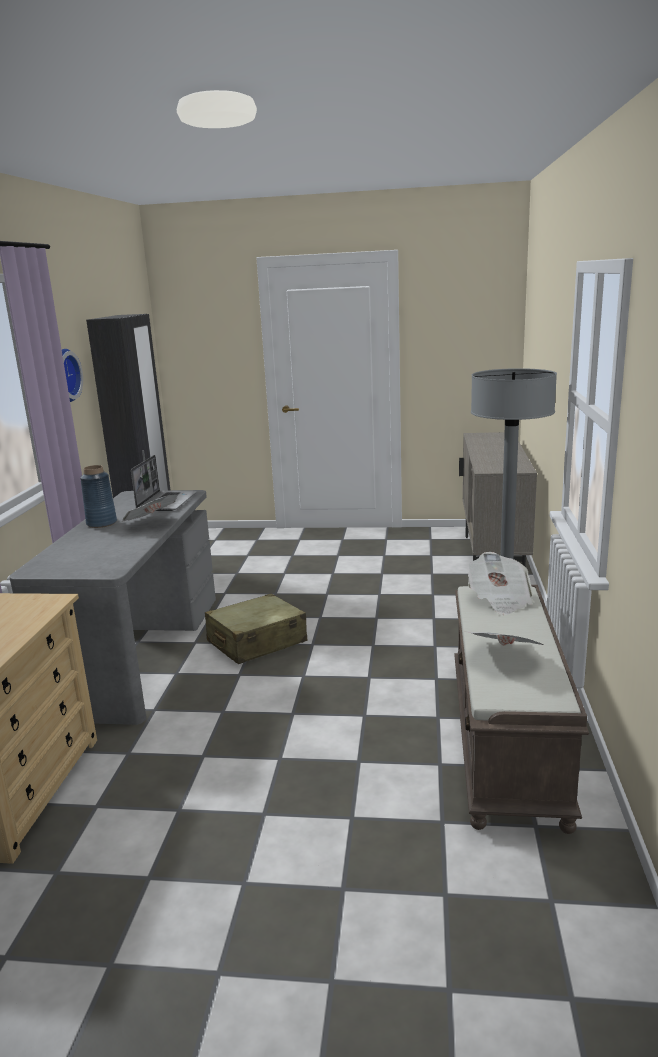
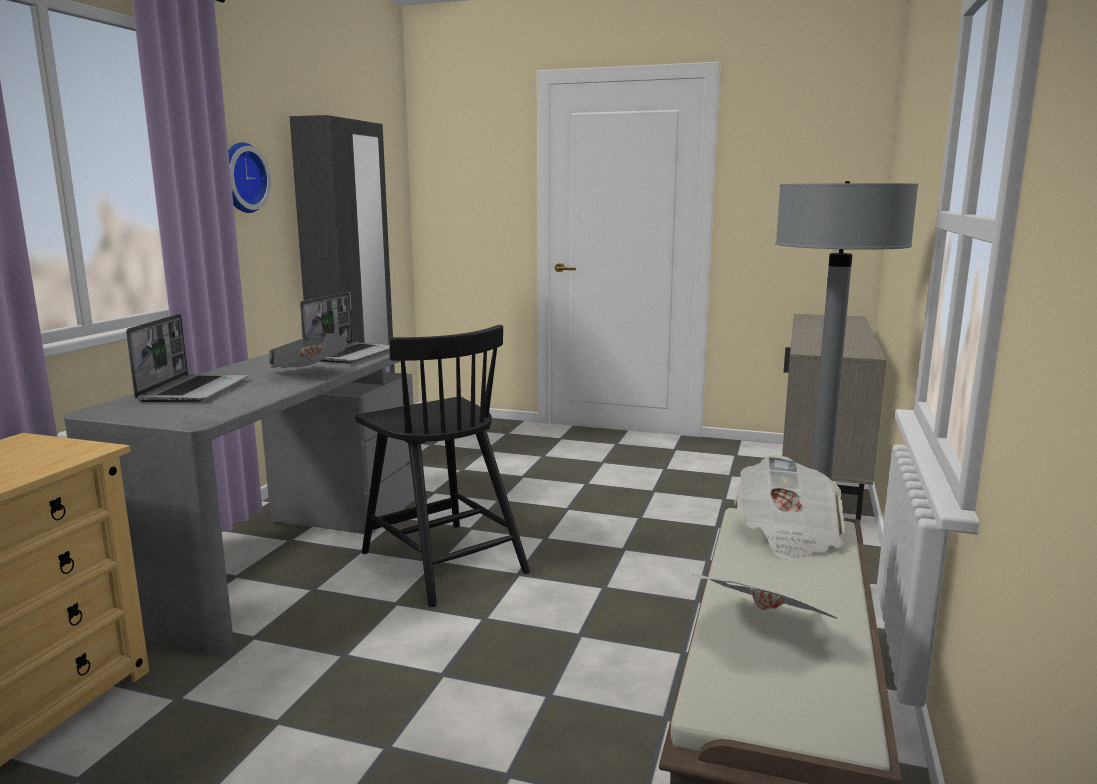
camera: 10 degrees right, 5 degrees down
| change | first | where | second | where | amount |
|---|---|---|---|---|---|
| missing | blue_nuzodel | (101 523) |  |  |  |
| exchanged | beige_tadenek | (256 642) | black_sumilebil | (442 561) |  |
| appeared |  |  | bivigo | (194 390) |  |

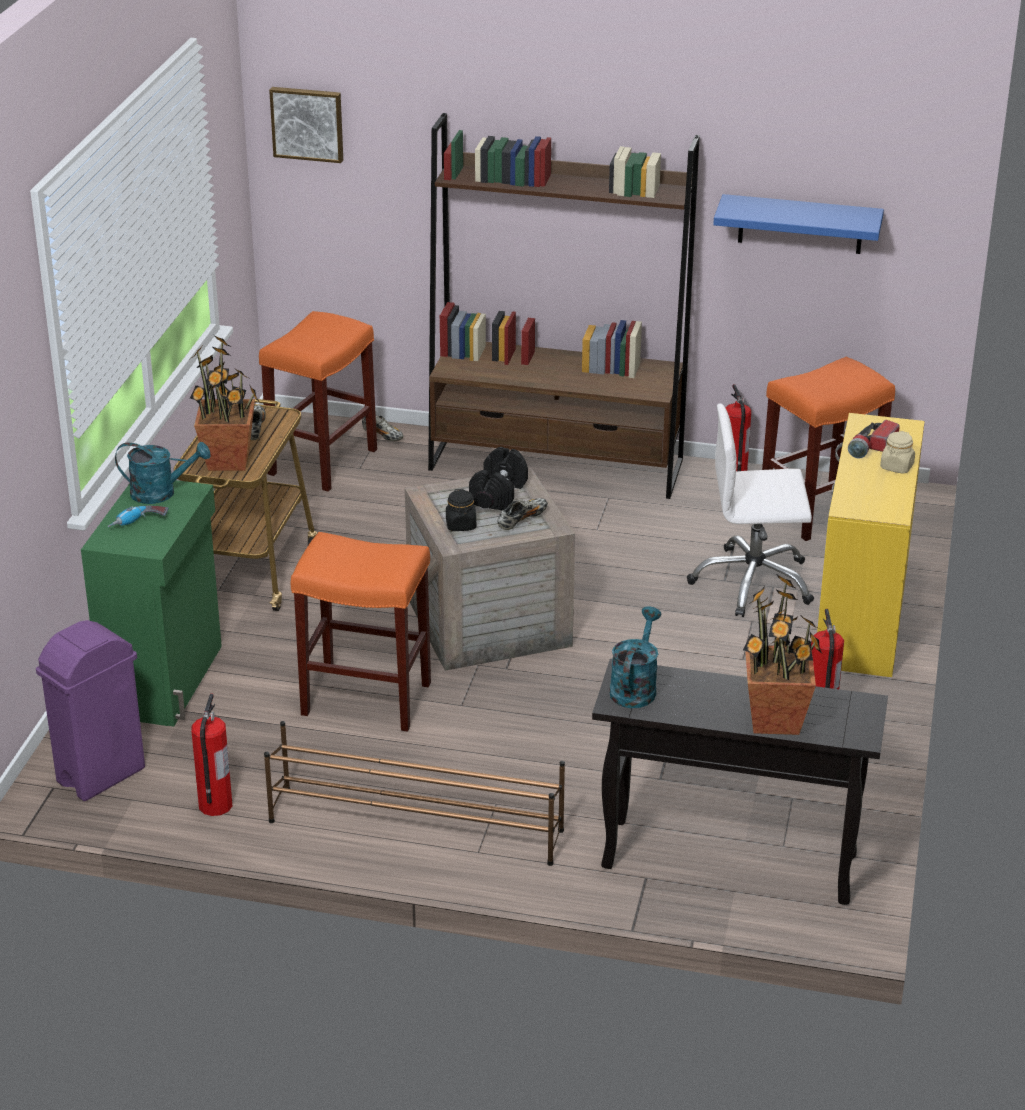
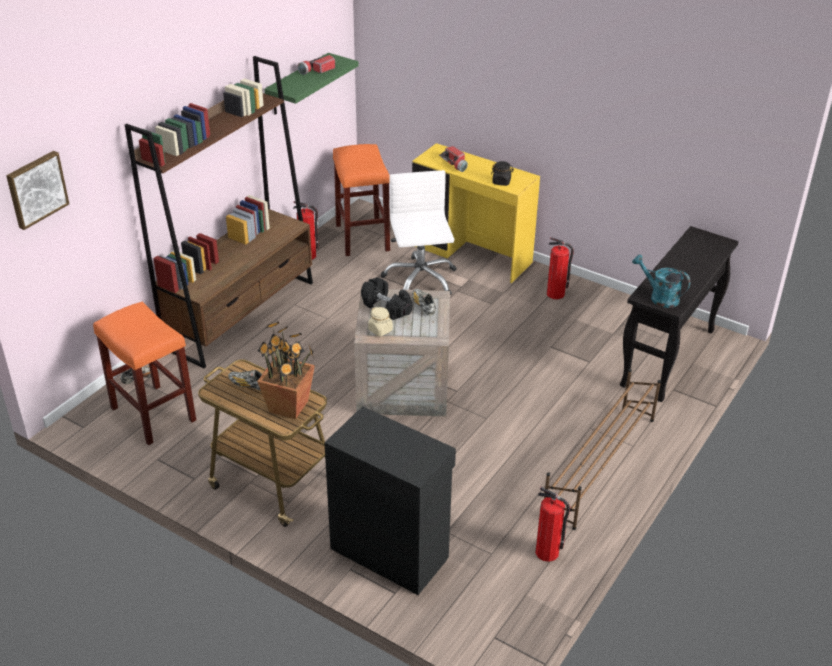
camera: 70 degrees left, 5 degrees up
| change | first | where | second | where | amount |
|---|---|---|---|---|---|
| colour | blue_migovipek | (800 224) | green_migovipek | (298 85) |  |
| spun | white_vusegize | (752 582) |  | (420 279) | 150 degrees clockwise |
| relocated | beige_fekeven | (896 467) |  | (380 330) |  |
| missing | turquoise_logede | (161 493) |  |  |  |
| colour | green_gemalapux | (166 680) | black_gemalapux | (390 551) |  |
| relocated | black_fekeven | (461 525) |  | (501 182) |  |
| missing | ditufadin | (138 523) |  |  |  |
| missing | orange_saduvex | (364 699) |  |  |  |
| missing | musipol | (775 721) |  |  |  |
| missing | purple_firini | (100 775) |  |  |  |
| appeared |  |  | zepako | (316 70) |  |

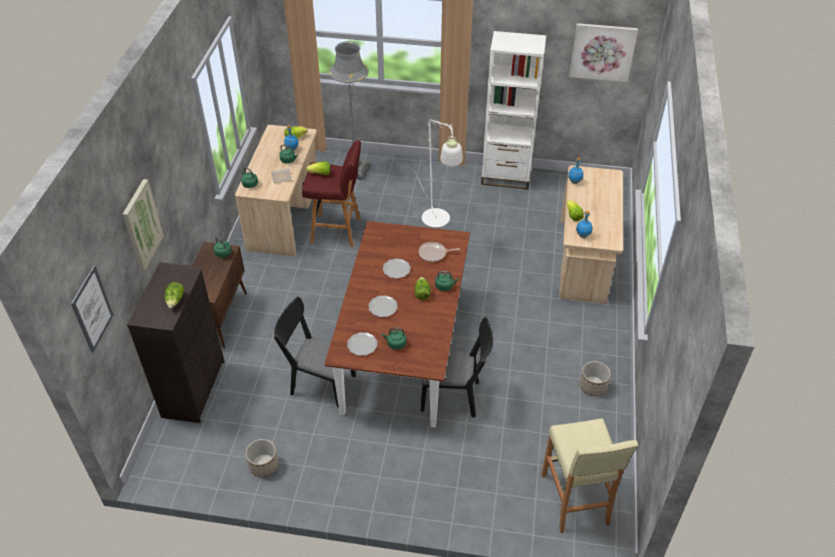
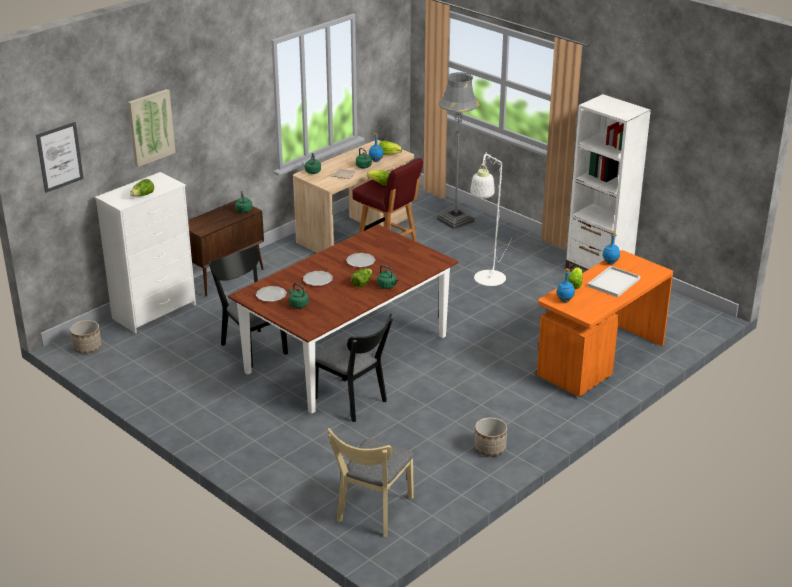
camera: 35 degrees right, 15 degrees down
| change | first | where | second | where | amount |
|---|---|---|---|---|---|
| missing | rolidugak | (602 52) |  |  |  |
| colour | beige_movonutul | (584 261) | orange_movonutul | (600 360) |  |
| missing | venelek | (434 254) |  |  |  |
| colour | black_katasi | (194 388) | white_katasi | (155 311) |  |
| exchanged | beige_saduvex | (575 500) | beige_sumilebil | (372 513) |  |
| relocated | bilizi | (264 465) |  | (87 348) |  |
| appeared |  |  | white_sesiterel | (613 283) |  |

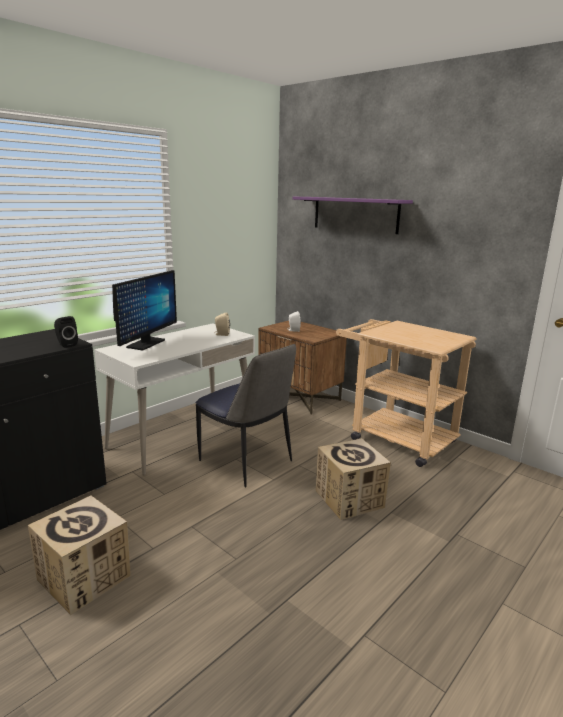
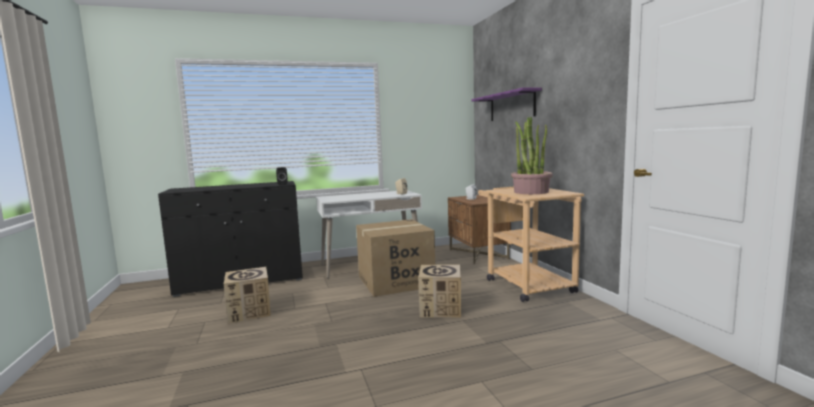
camera: 30 degrees right, 10 degrees down
| change | first | where | second | where | amount |
|---|---|---|---|---|---|
| missing | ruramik | (146 344) |  |  |  |
| exchanged | sumilebil | (247 462) | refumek | (395 281) |  |
| appeared |  |  | musipol | (531 192) |  |

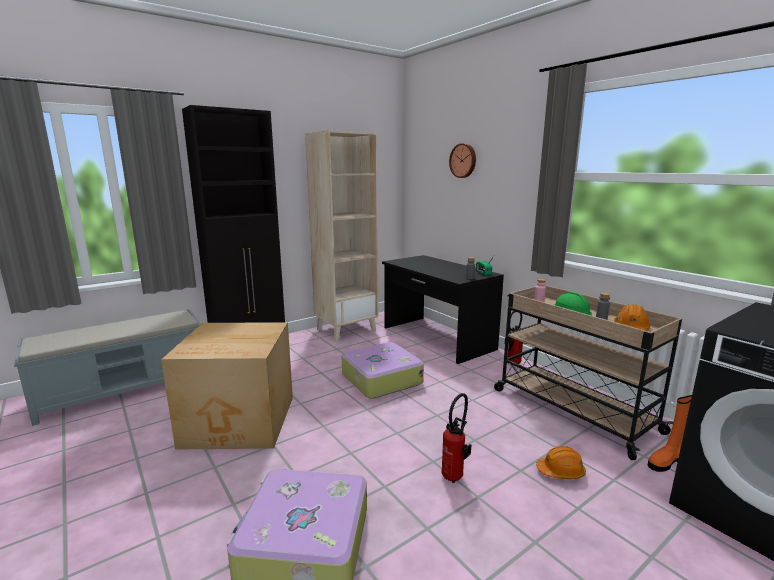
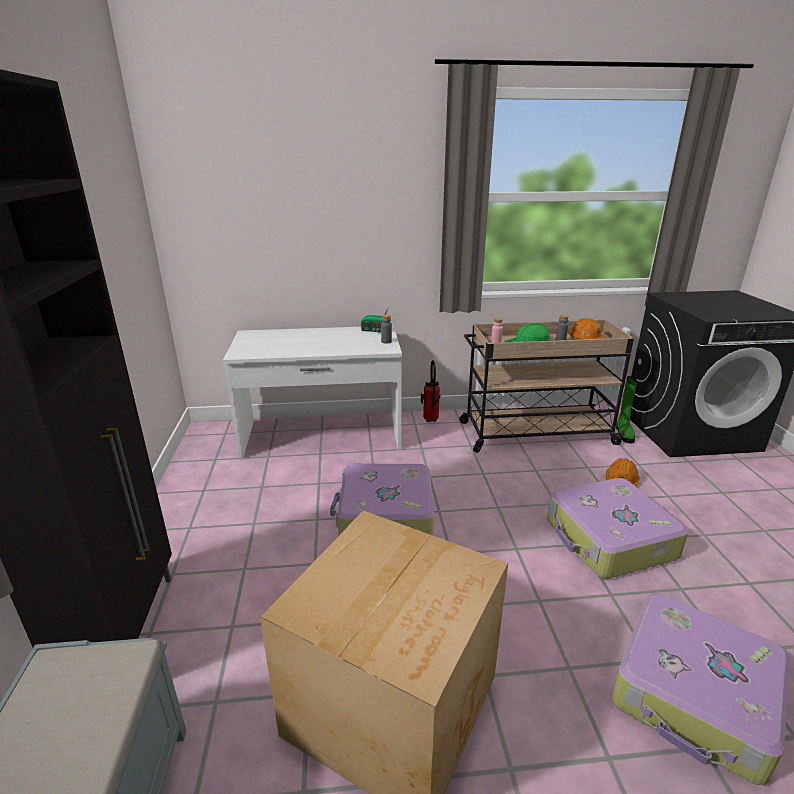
camera: 60 degrees left, 10 degrees up
| change | first | where | second | where | amount |
|---|---|---|---|---|---|
| missing | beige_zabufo | (346 330) |  |  |  |
| missing | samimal | (463 160) |  |  |  |
| colour | black_movonutul | (436 338) | white_movonutul | (322 436) |  |
| exchanged | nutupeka | (455 476) | tadenek | (609 539) |  |
| colour | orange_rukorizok | (666 462) | green_rukorizok | (623 433) |  |

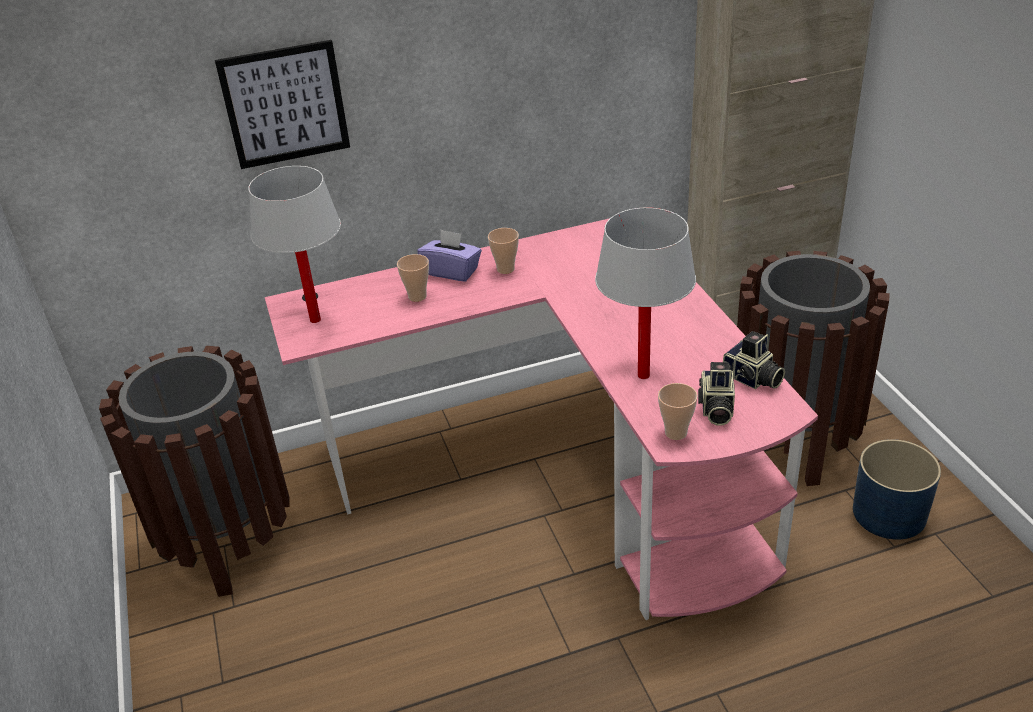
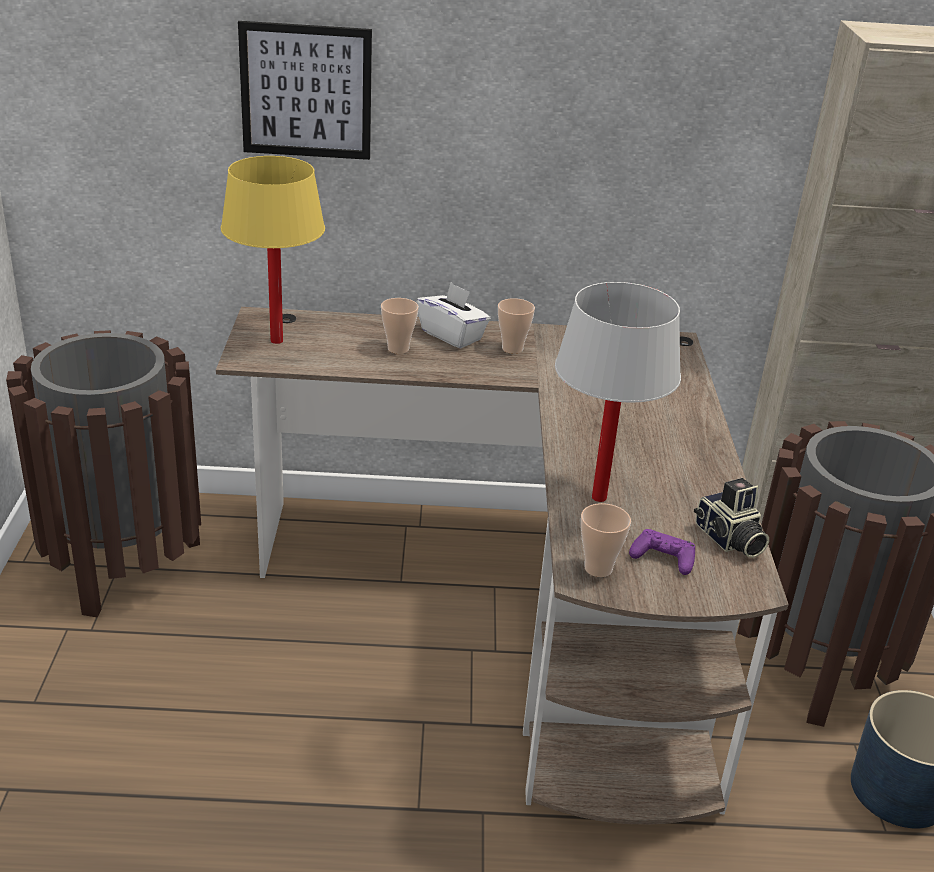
camera: 15 degrees right, 5 degrees down
| change | first | where | second | where | amount |
|---|---|---|---|---|---|
| colour | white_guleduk | (315 319) | yellow_guleduk | (276 341) |  |
| colour | pink_movonutul | (564 472) | brown_movonutul | (521 612) |  |
| colour | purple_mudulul | (452 271) | white_mudulul | (452 335) |  |
| exchanged | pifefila | (715 409) | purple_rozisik | (663 558) |  |

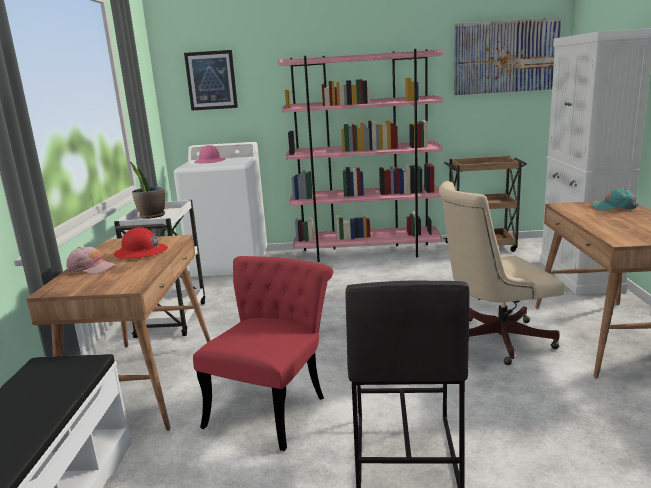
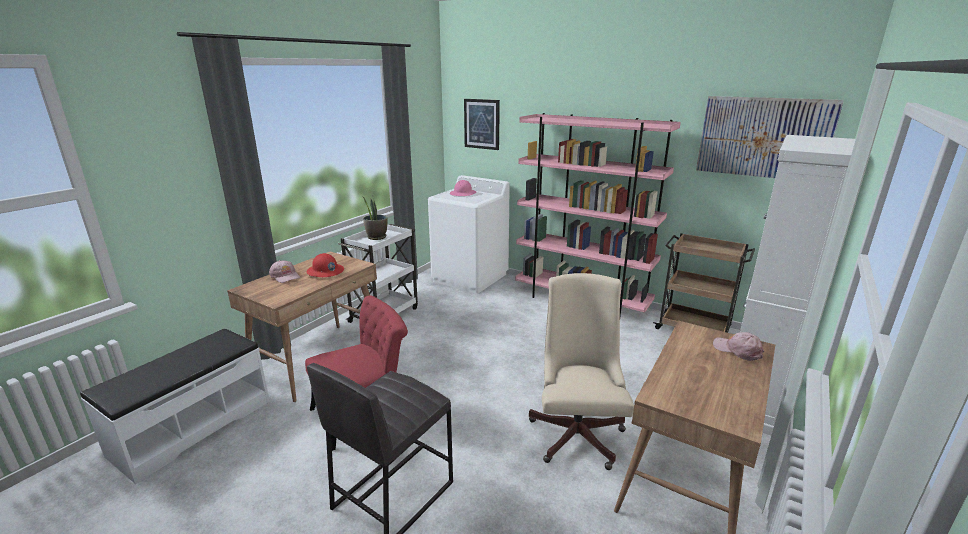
camera: 30 degrees right, 5 degrees up
| change | first | where | second | where | amount |
|---|---|---|---|---|---|
| spun | beige_vusegize | (493 339) |  | (577 431) | 75 degrees clockwise |
| colour | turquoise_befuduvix | (614 207) | pink_befuduvix | (737 350) |  |

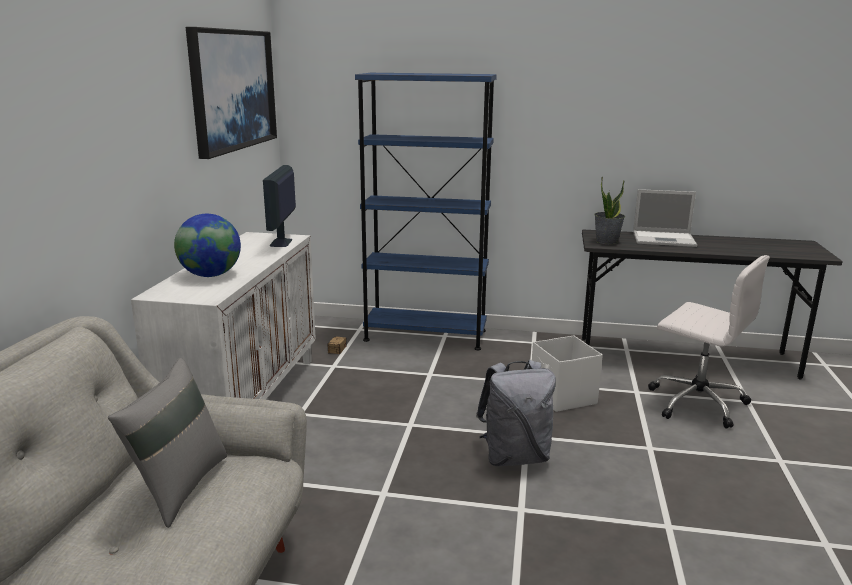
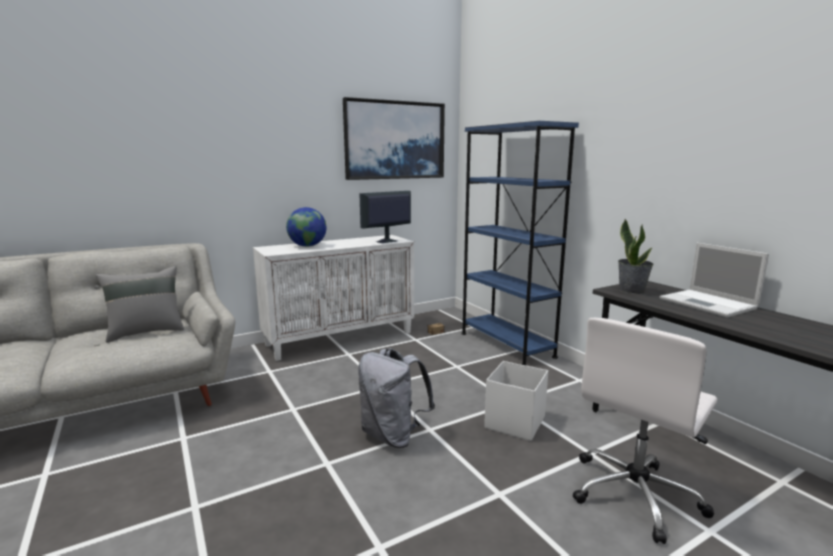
camera: 50 degrees right, 5 degrees down
| change | first | where | second | where | amount |
|---|---|---|---|---|---|
| spun | white_vusegize | (695 402) |  | (635 494) | 45 degrees clockwise |

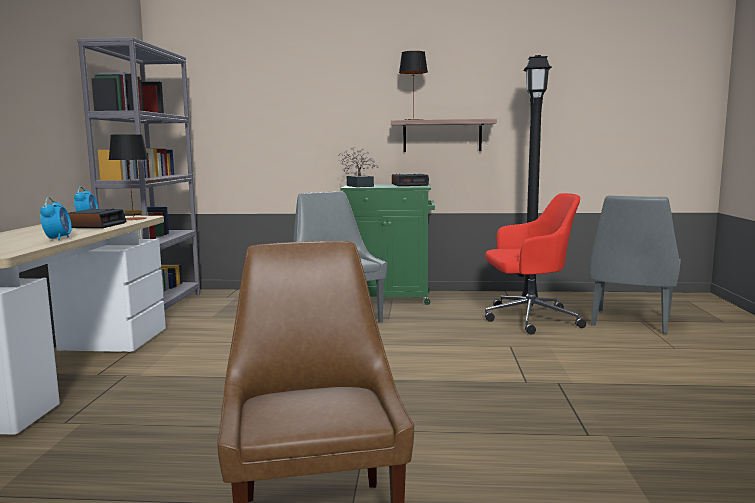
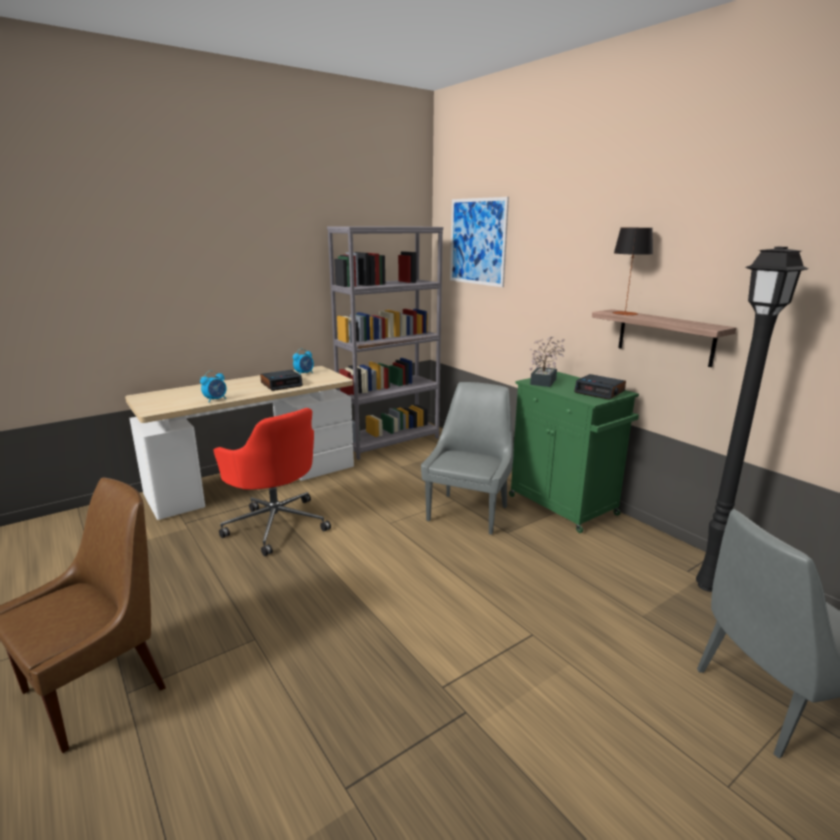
camera: 50 degrees right, 10 degrees up
| change | first | where | second | where | amount |
|---|---|---|---|---|---|
| missing | guleduk | (133 219) |  |  |  |
| relocated | red_vusegize | (528 319) |  | (276 524) |  |
| appeared |  |  | rolidugak | (477 241) |  |

